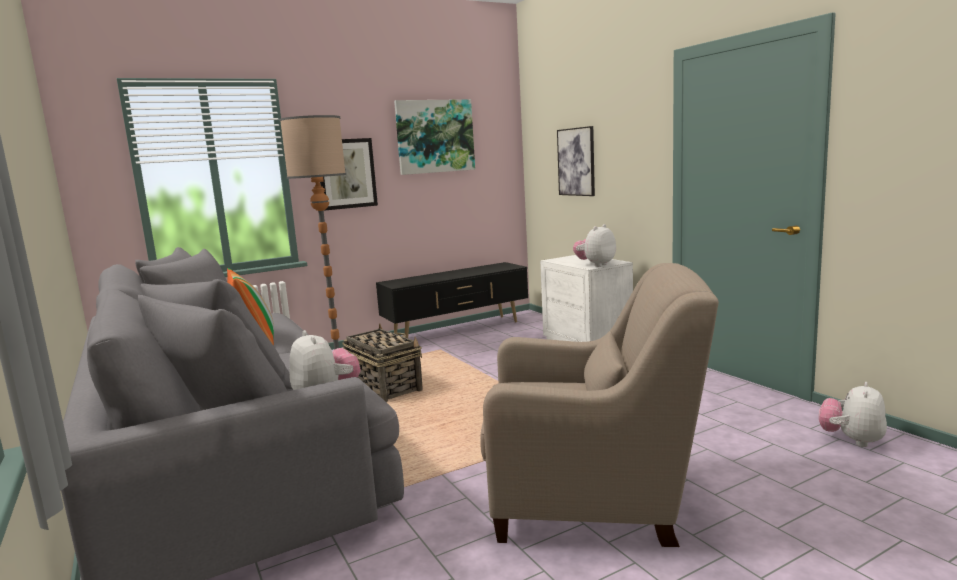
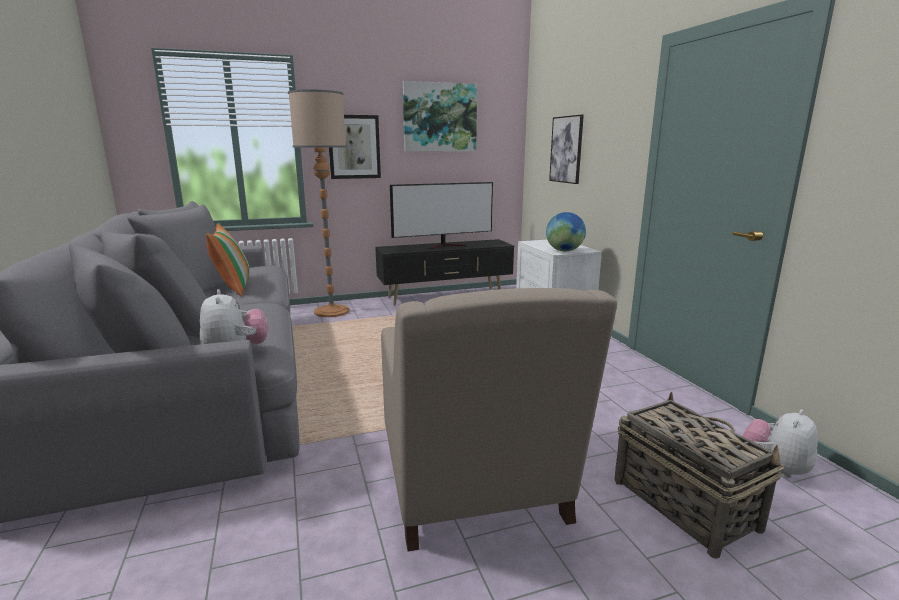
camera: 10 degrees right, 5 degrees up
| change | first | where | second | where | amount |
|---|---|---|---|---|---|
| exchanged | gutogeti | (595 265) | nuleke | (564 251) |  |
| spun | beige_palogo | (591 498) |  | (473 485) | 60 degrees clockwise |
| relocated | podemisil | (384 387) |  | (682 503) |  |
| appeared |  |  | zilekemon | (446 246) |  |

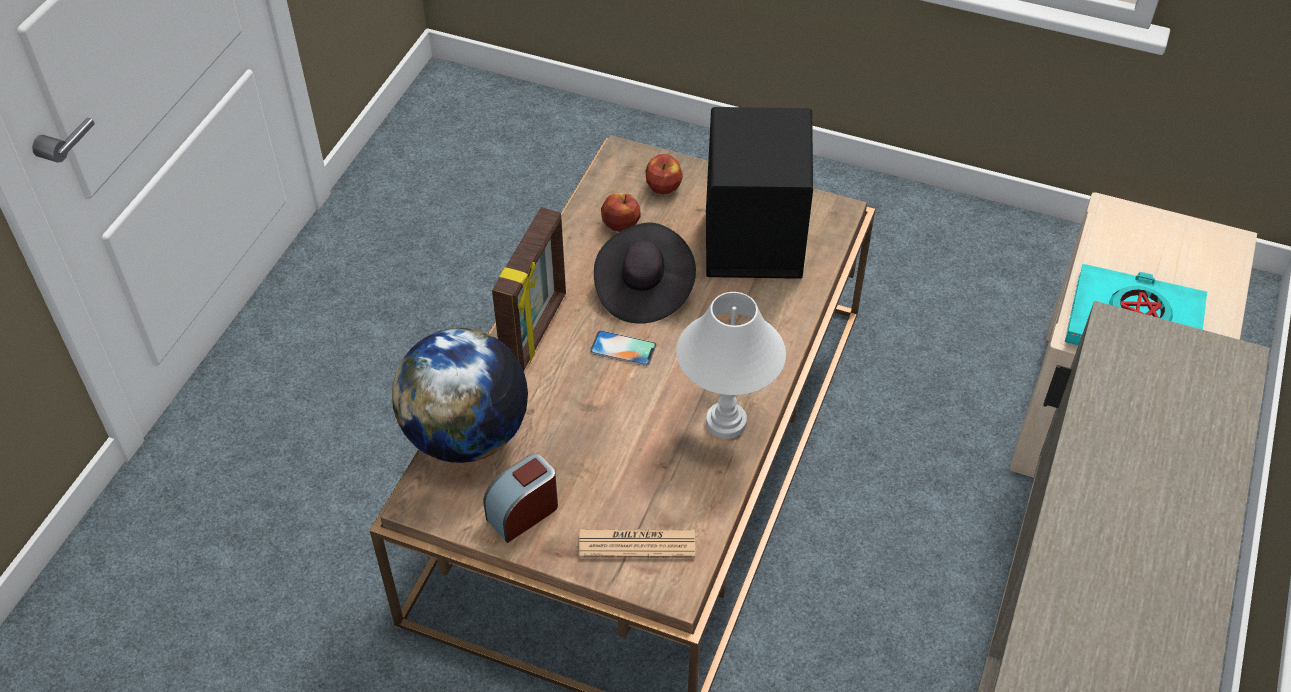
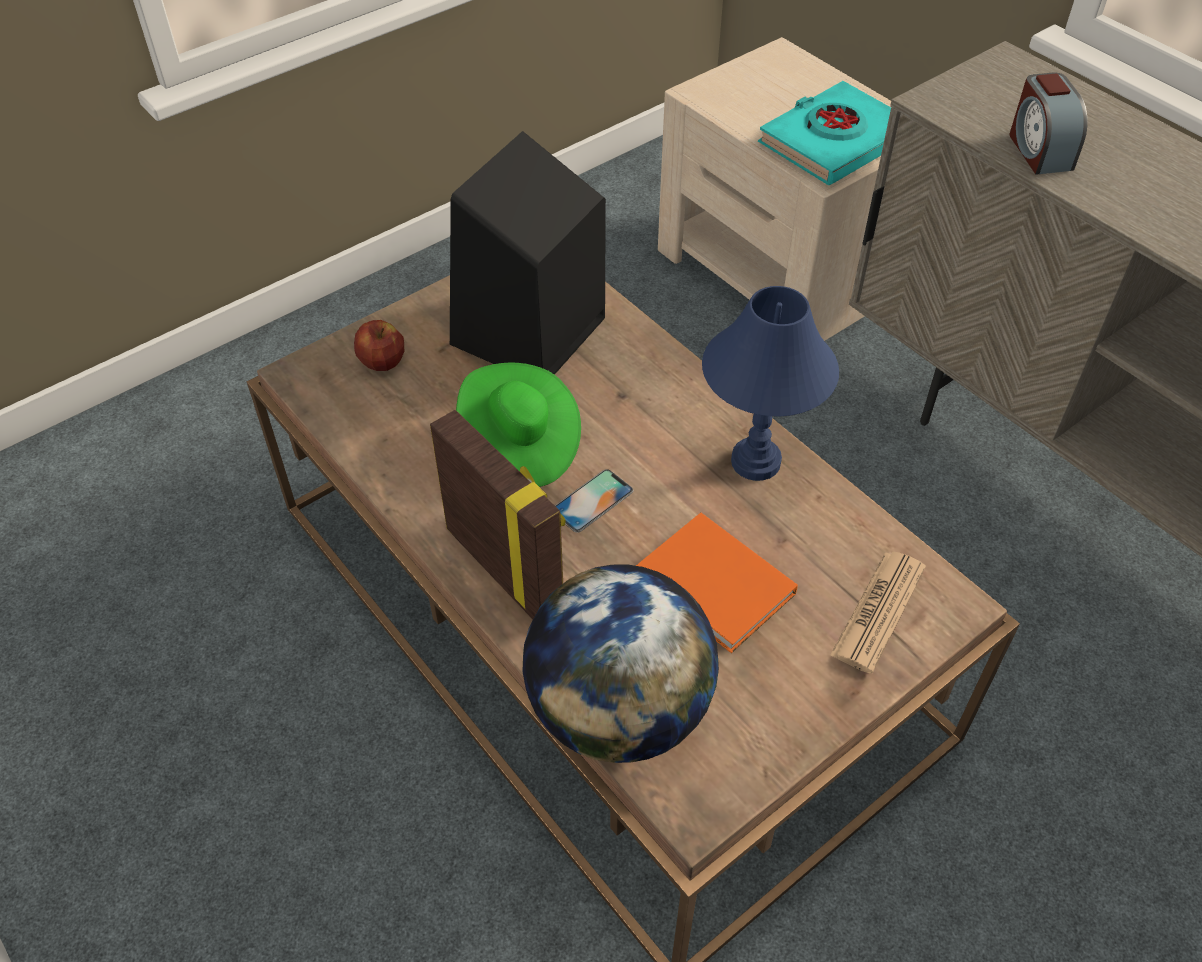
camera: 60 degrees left, 0 degrees up
| change | first | where | second | where | amount |
|---|---|---|---|---|---|
| missing | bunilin | (620 224) |  |  |  |
| colour | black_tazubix | (643 289) | green_tazubix | (519 445) |  |
| colour | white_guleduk | (725 422) | blue_guleduk | (754 462) |  |
| relocated | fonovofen | (523 512) |  | (1039 150) |  |
| appeared |  |  | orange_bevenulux | (716 588) |  |

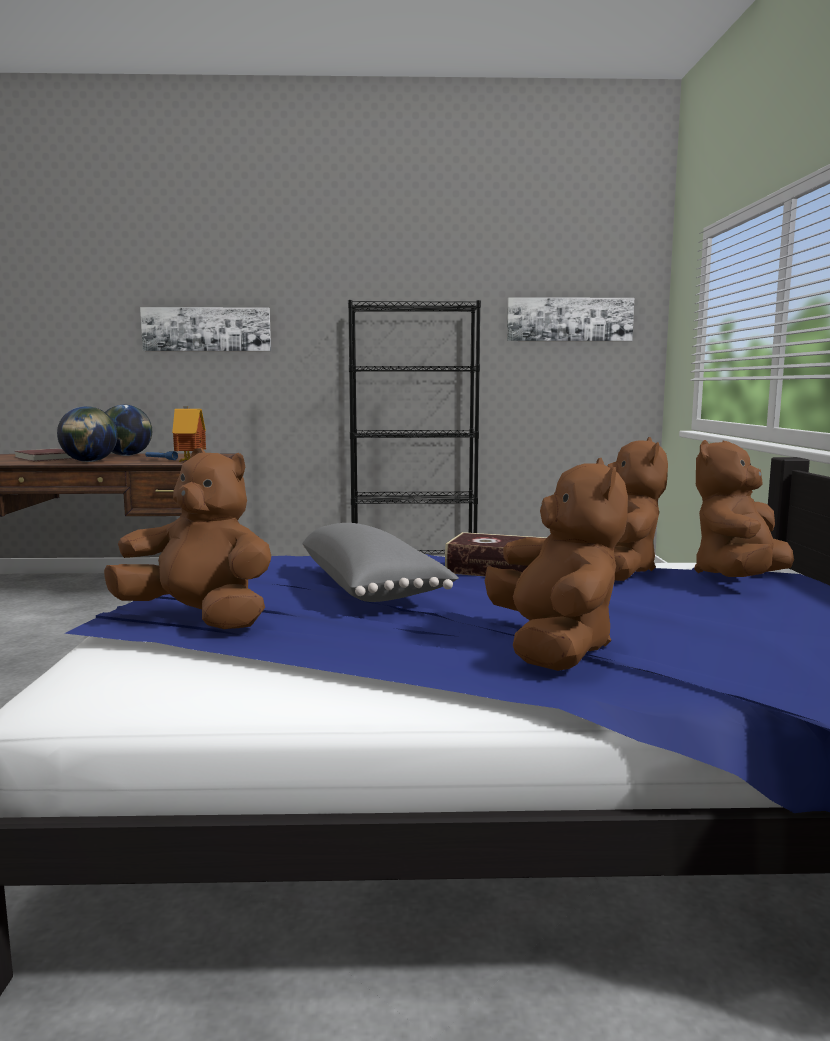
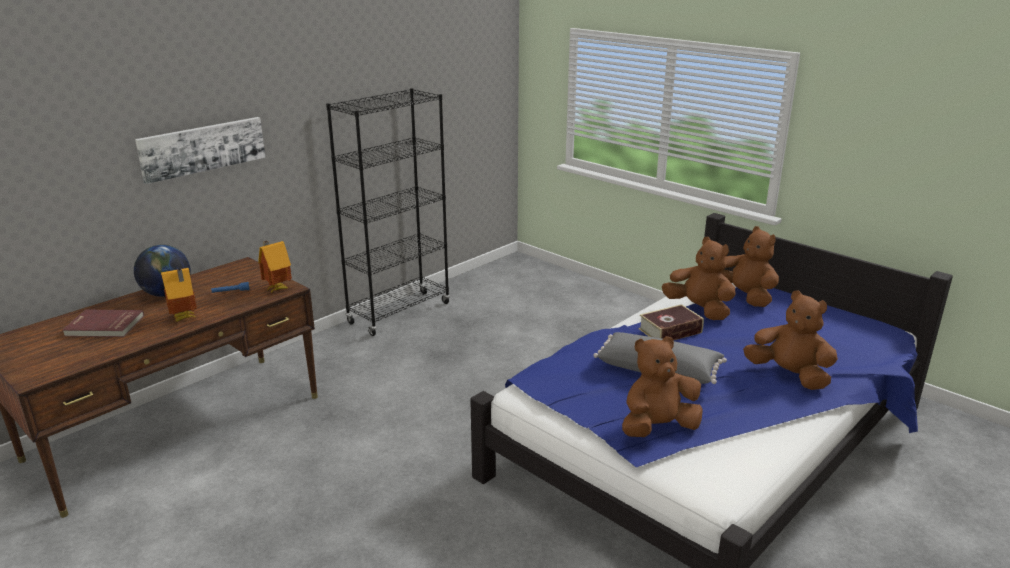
camera: 45 degrees left, 15 degrees up
| change | first | where | second | where | amount |
|---|---|---|---|---|---|
| missing | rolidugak | (569 319) |  |  |  |
| exchanged | nuleke | (89 461) | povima | (184 318) |  |
| spun | brown_gutogeti | (739 579) |  | (744 296) | 150 degrees clockwise |

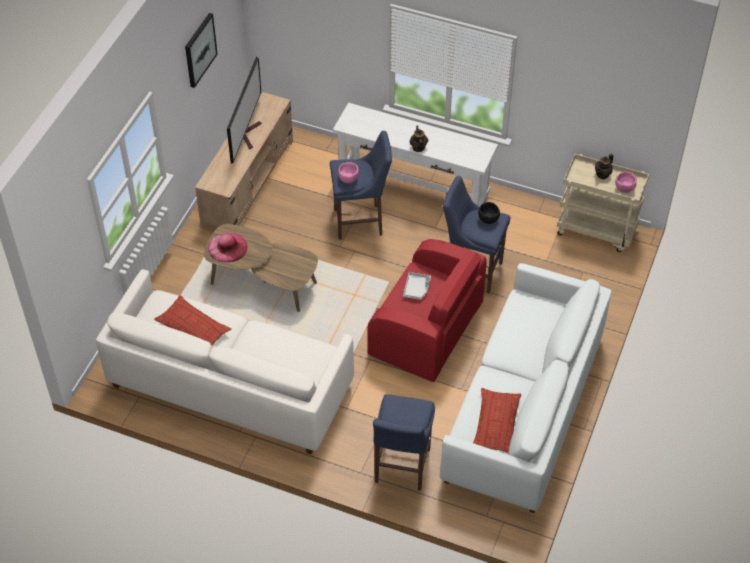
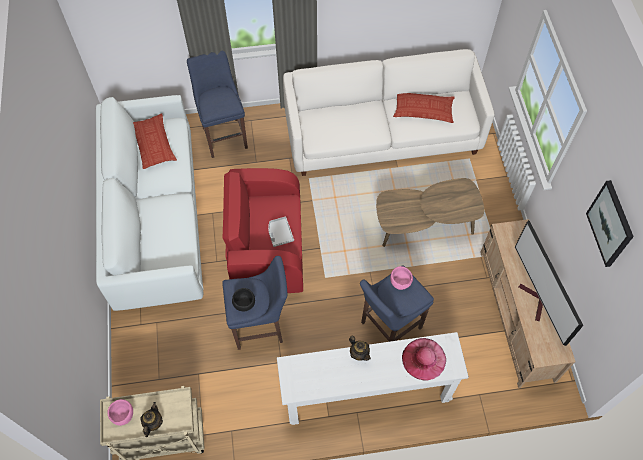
camera: 150 degrees right, 10 degrees up
| change | first | where | second | where | amount |
|---|---|---|---|---|---|
| relocated | pink_tazubix | (227 247) |  | (424 359) |  |

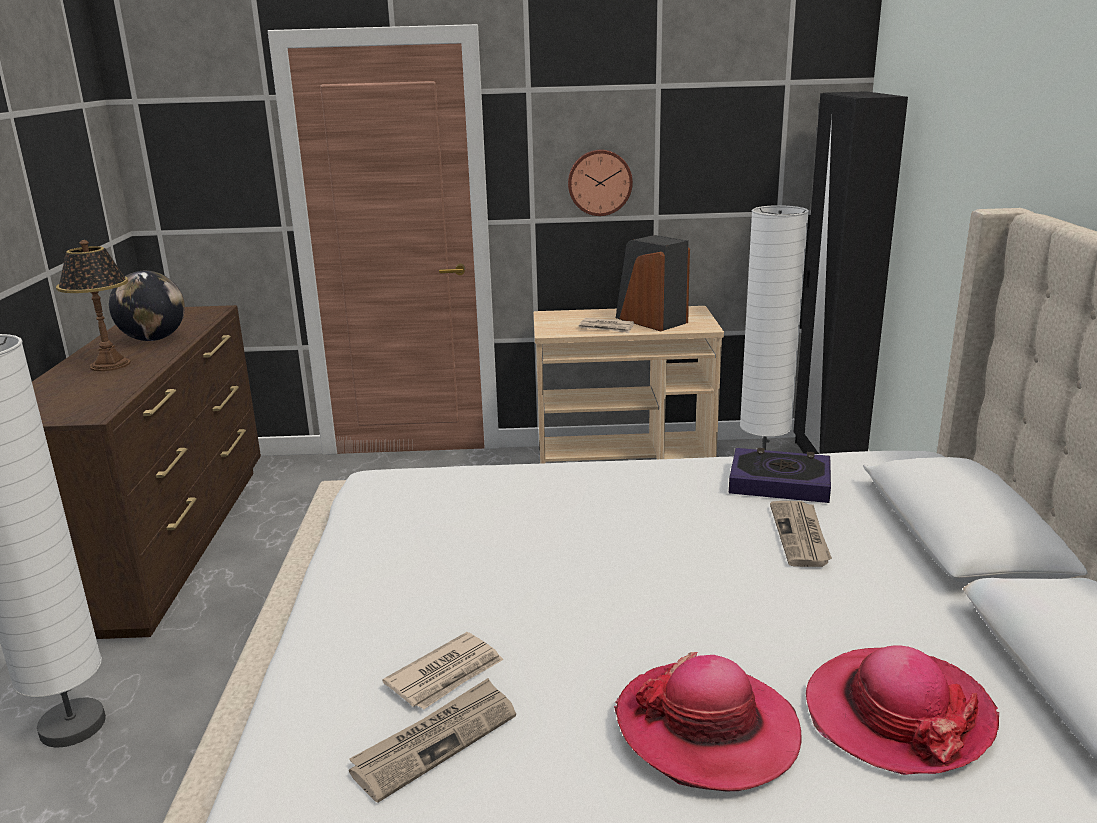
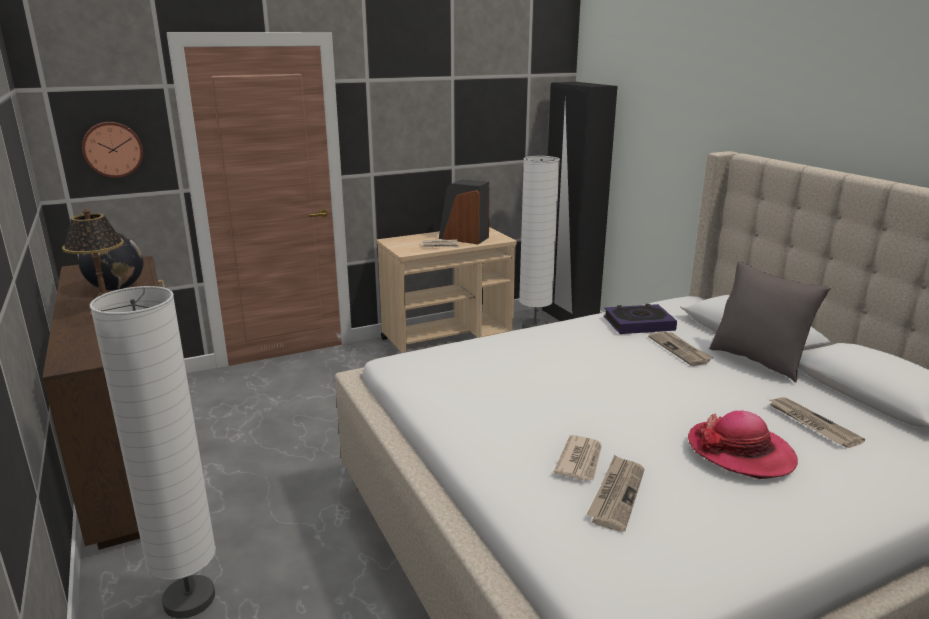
camera: 25 degrees left, 0 degrees up
| change | first | where | second | where | amount |
|---|---|---|---|---|---|
| relocated | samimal | (599 182) |  | (113 149) |  |
| exchanged | tazubix | (897 714) | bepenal | (811 424) |  |
| appeared |  |  | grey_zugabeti | (758 361) |  |

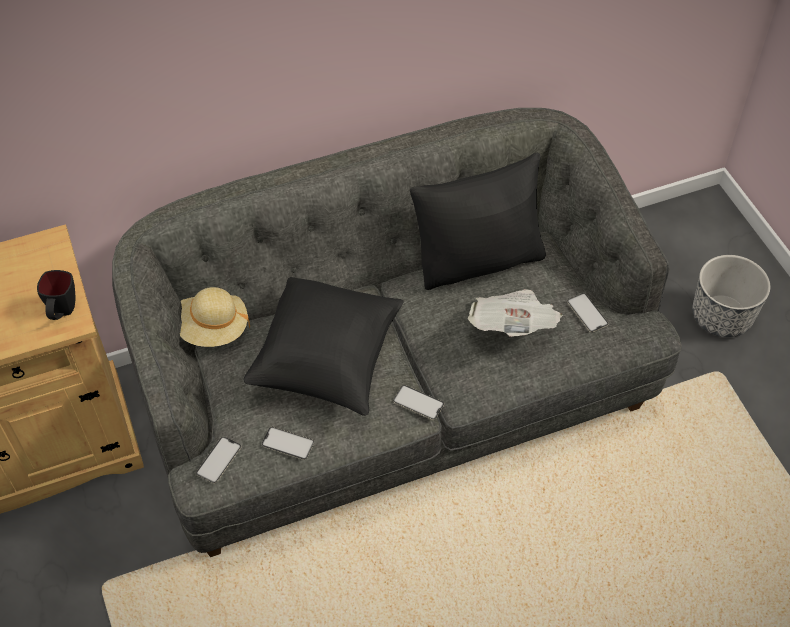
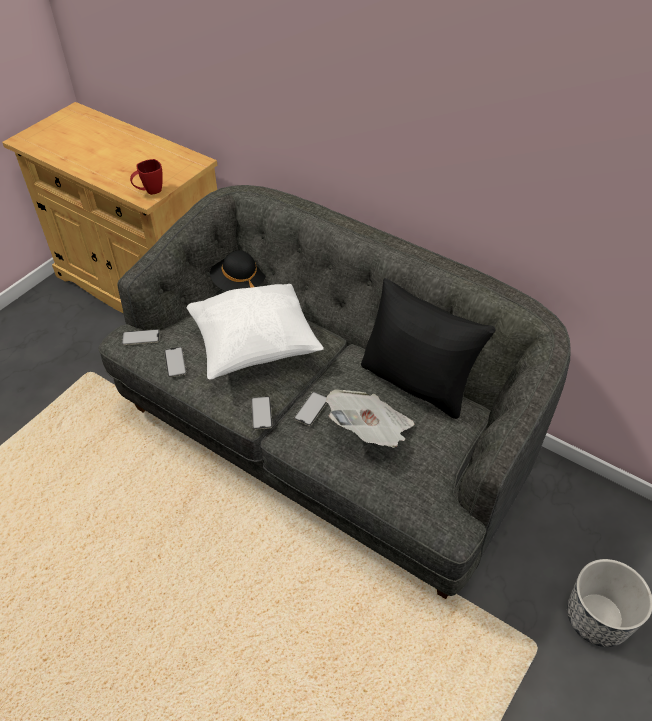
camera: 55 degrees right, 5 degrees down
| change | first | where | second | where | amount |
|---|---|---|---|---|---|
| colour | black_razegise | (62 313) | red_razegise | (149 191) |  |
| colour | black_zugabeti | (327 363) | white_zugabeti | (254 348) |  |
| colour | beige_tazubix | (213 328) | black_tazubix | (239 283) |  |
| relocated | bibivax | (587 313) |  | (311 409) |  |

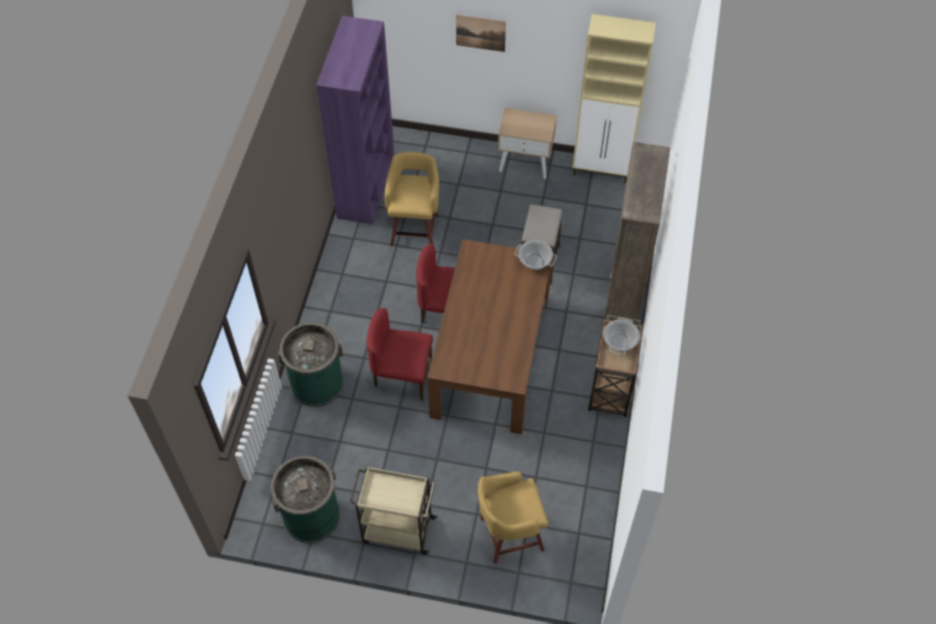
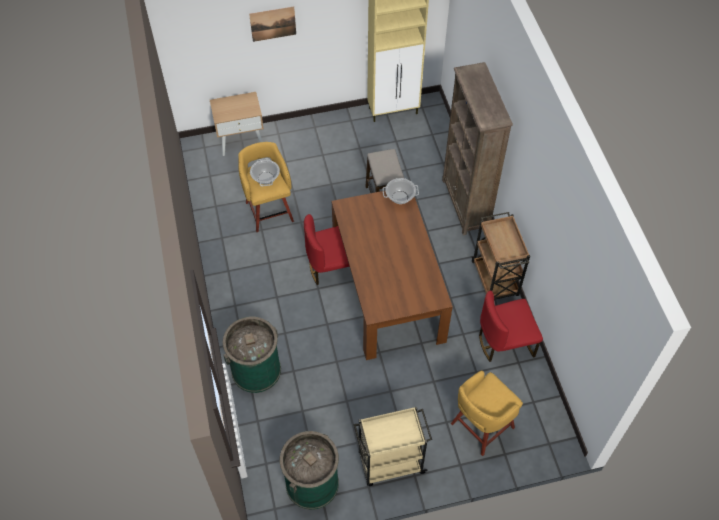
camera: 25 degrees left, 0 degrees up
| change | first | where | second | where | amount |
|---|---|---|---|---|---|
| missing | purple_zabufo | (366 187) |  |  |  |
| relocated | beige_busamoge | (525 162) |  | (241 140) |  |
| relocated | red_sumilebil | (402 375) |  | (505 343) |  |
| relocated | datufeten | (620 342) |  | (265 178) |  |

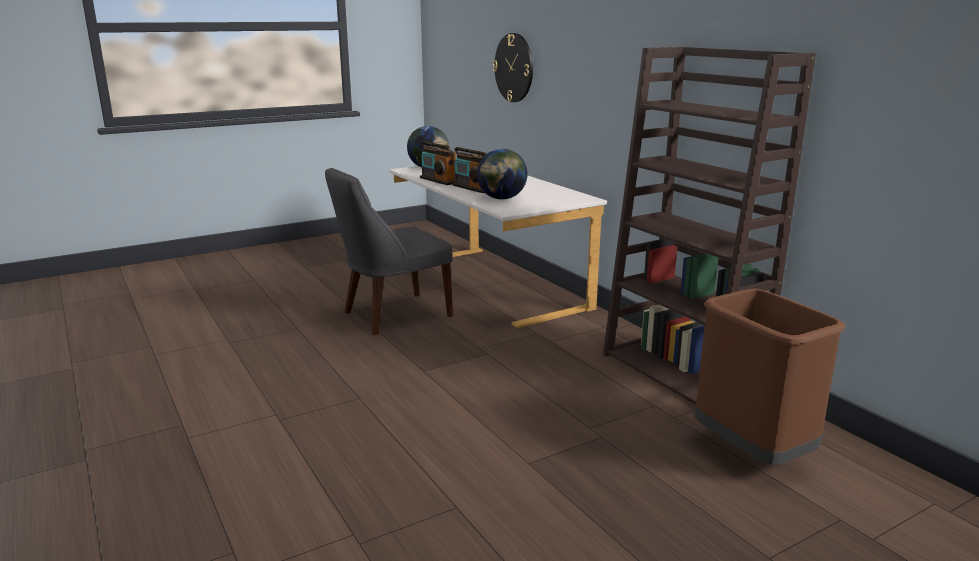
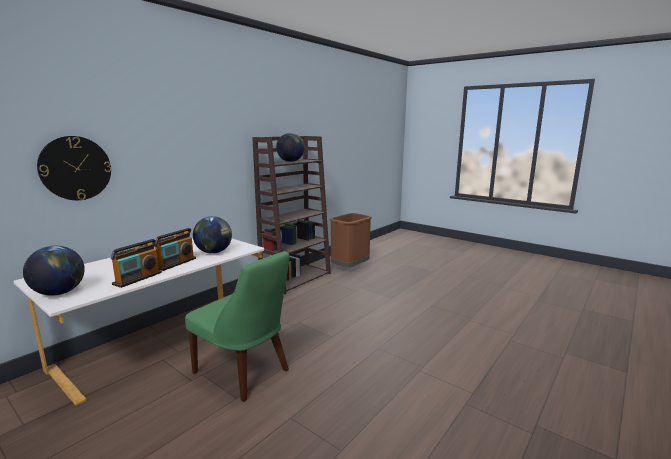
camera: 110 degrees left, 5 degrees down
| change | first | where | second | where | amount |
|---|---|---|---|---|---|
| colour | grey_sumilebil | (392 315) | green_sumilebil | (244 372) |  |
| appeared |  |  | nuleke | (290 161) |  |

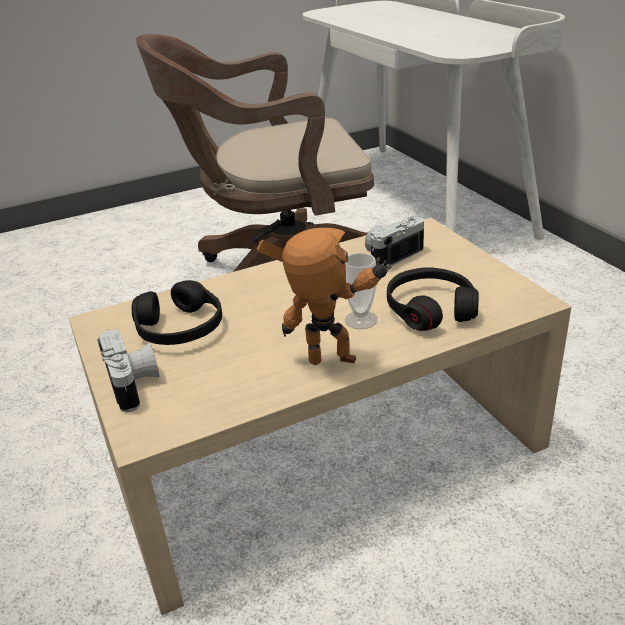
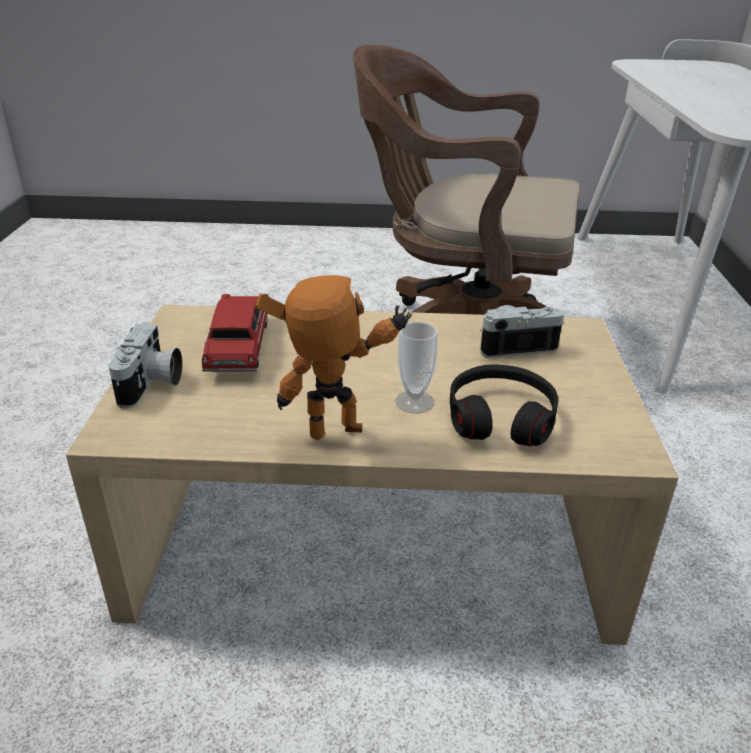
camera: 25 degrees right, 0 degrees up
| change | first | where | second | where | amount |
|---|---|---|---|---|---|
| spun | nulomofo | (333 366) |  | (339 438) | 45 degrees counterclockwise |
| exchanged | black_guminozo | (180 328) | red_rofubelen | (239 347) |  |

